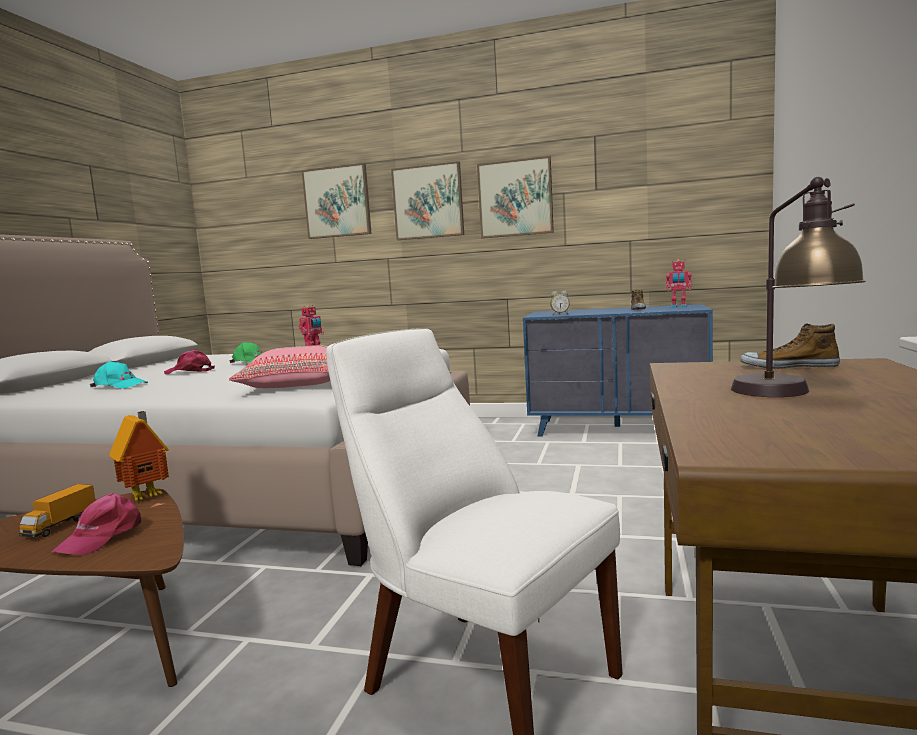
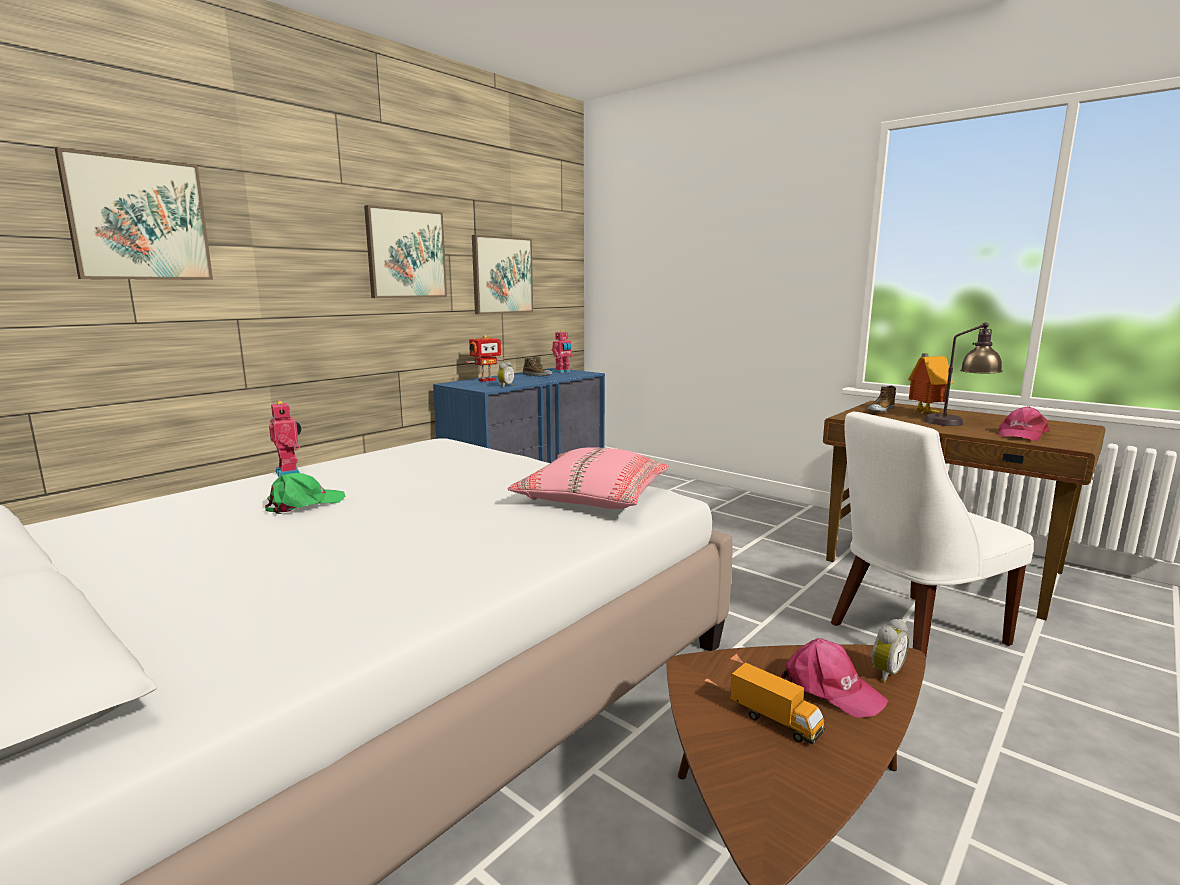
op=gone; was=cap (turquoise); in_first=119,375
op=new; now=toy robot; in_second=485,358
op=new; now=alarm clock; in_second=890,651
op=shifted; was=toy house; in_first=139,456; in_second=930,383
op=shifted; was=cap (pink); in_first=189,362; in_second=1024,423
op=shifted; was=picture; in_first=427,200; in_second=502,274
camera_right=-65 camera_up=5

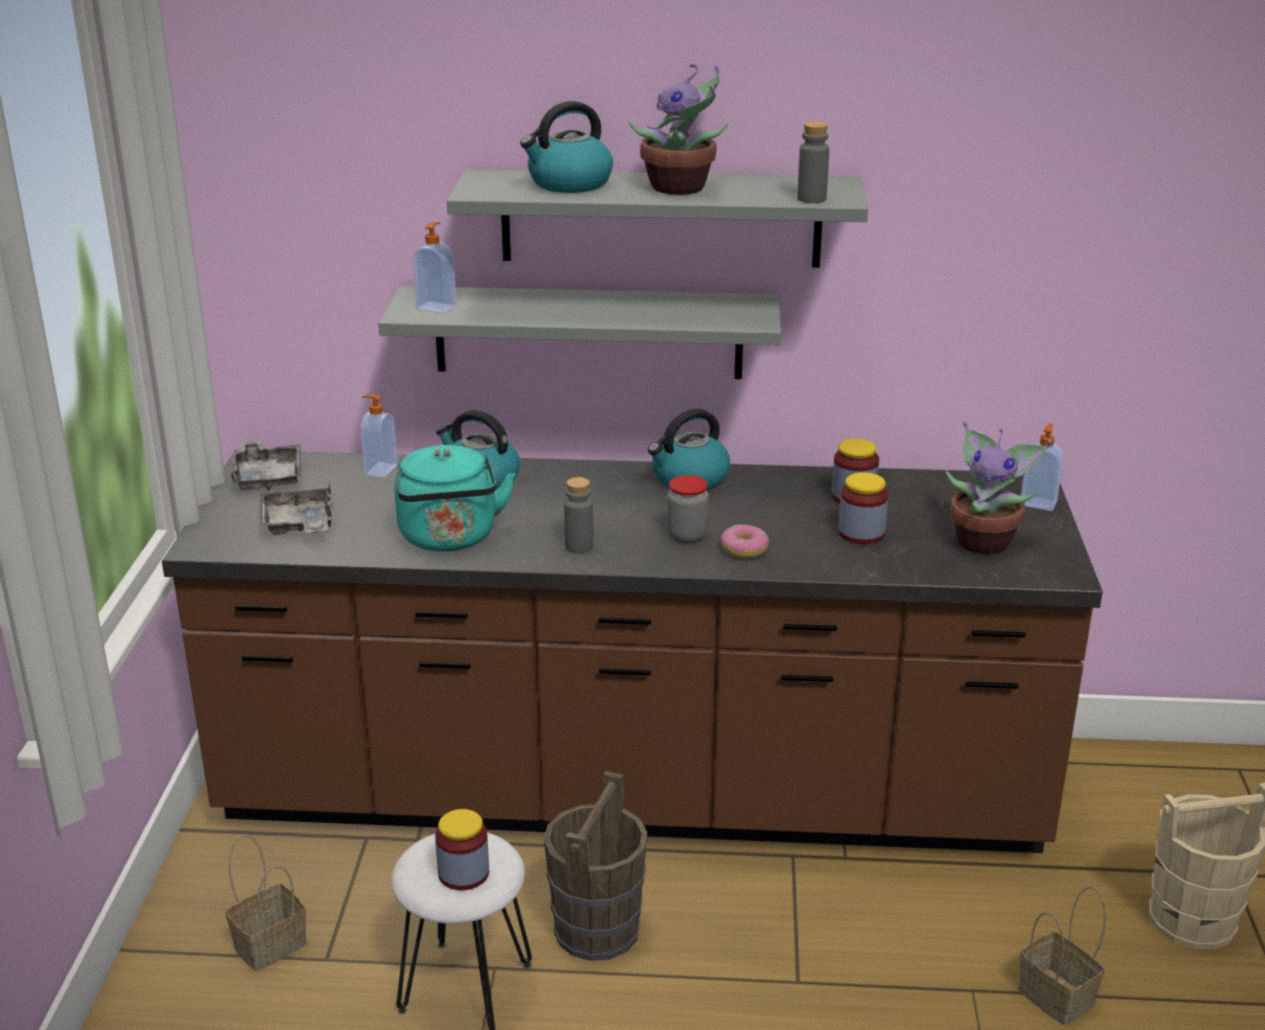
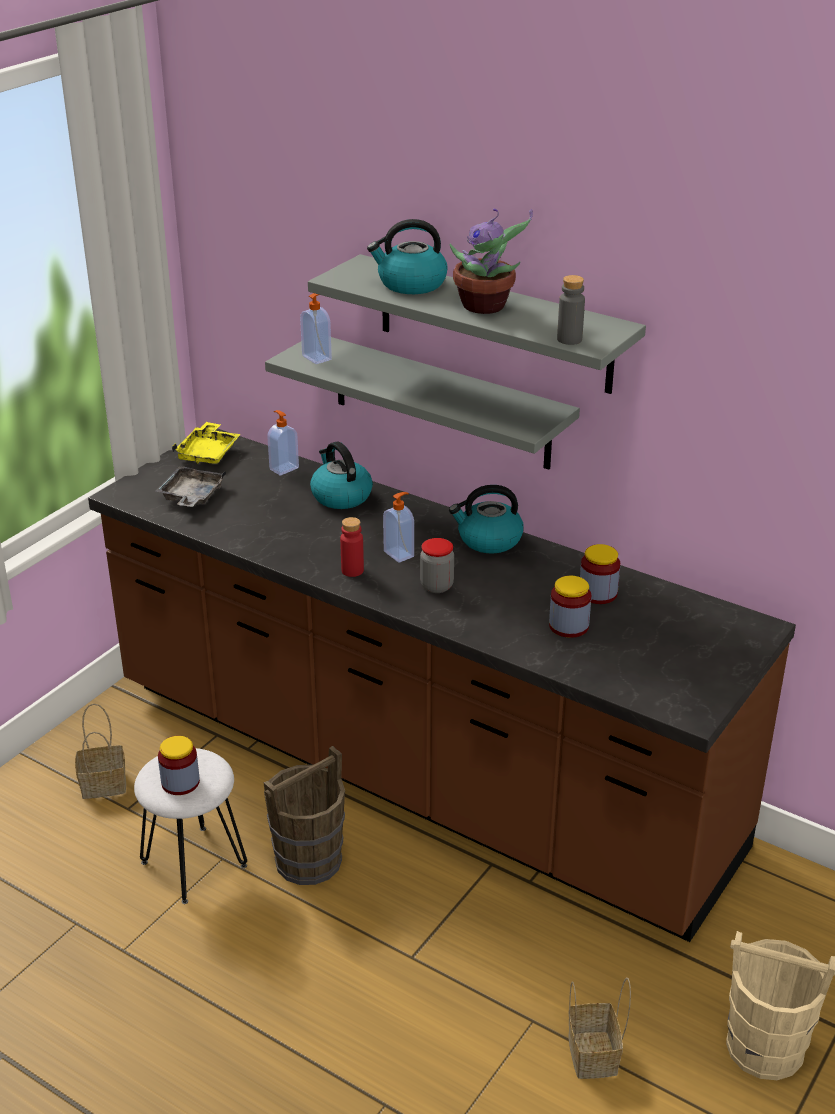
op=gone; was=kettle (turquoise); in_first=455,498
op=gone; was=donut; in_first=745,541
op=gone; was=potted plant; in_first=998,487
op=shifted; was=soap dispenser; in_first=1042,467; in_second=398,527
op=repainted; was=tray (grey); now=tray (yellow); in_first=266,465; in_second=206,443
op=repainted; was=bottle (grey); now=bottle (red); in_first=578,515; in_second=352,547
camera_right=30 camera_up=5

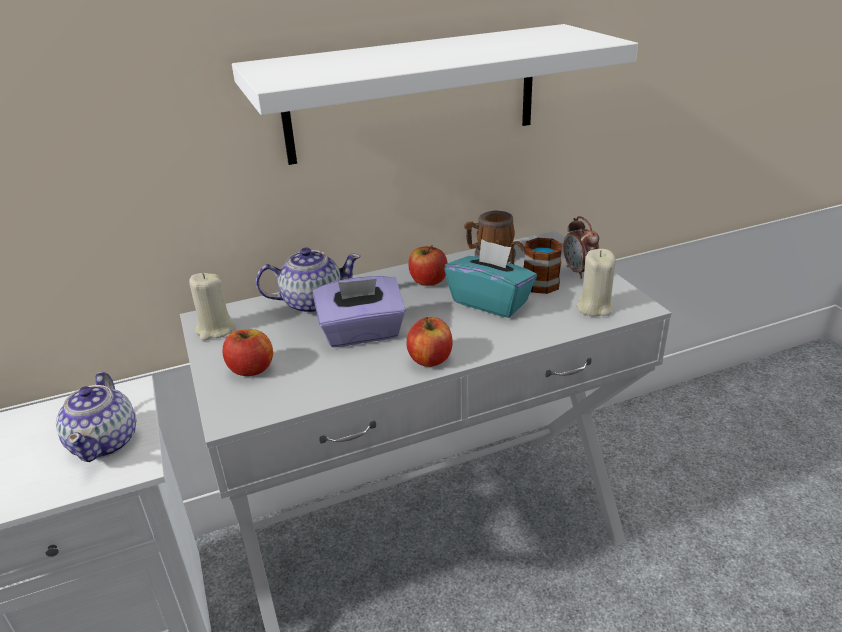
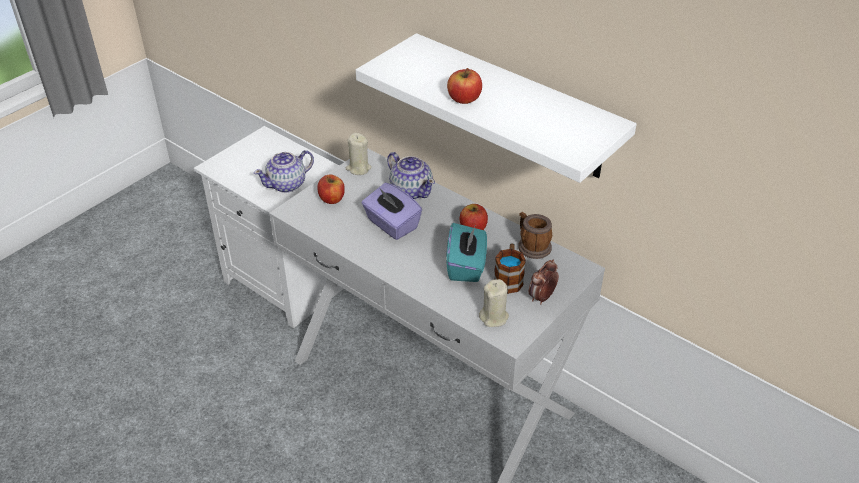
op=shifted; was=apple; in_first=429,342; in_second=464,86
camera_right=60 camera_up=10

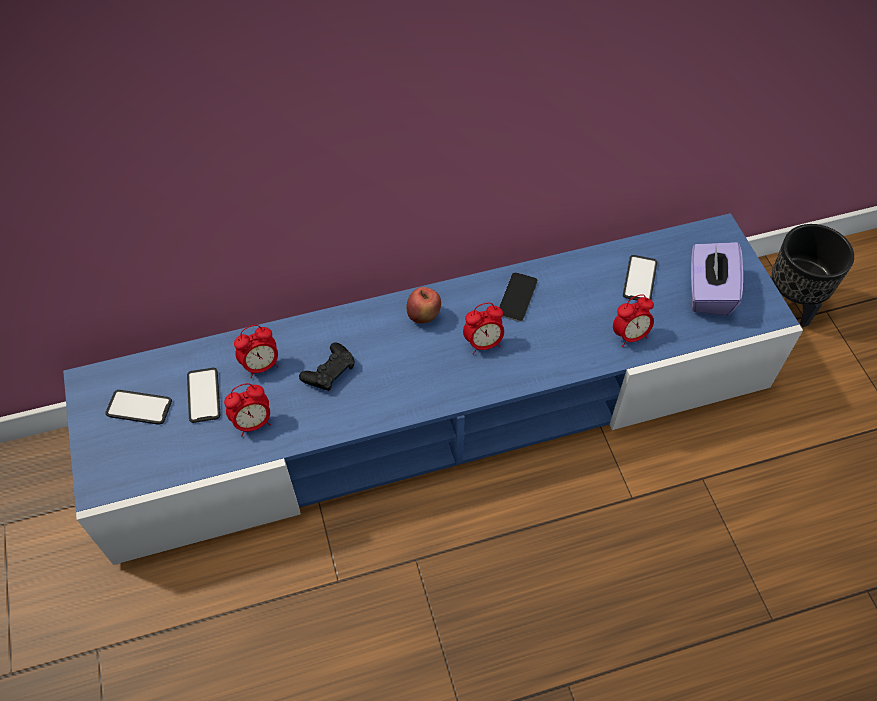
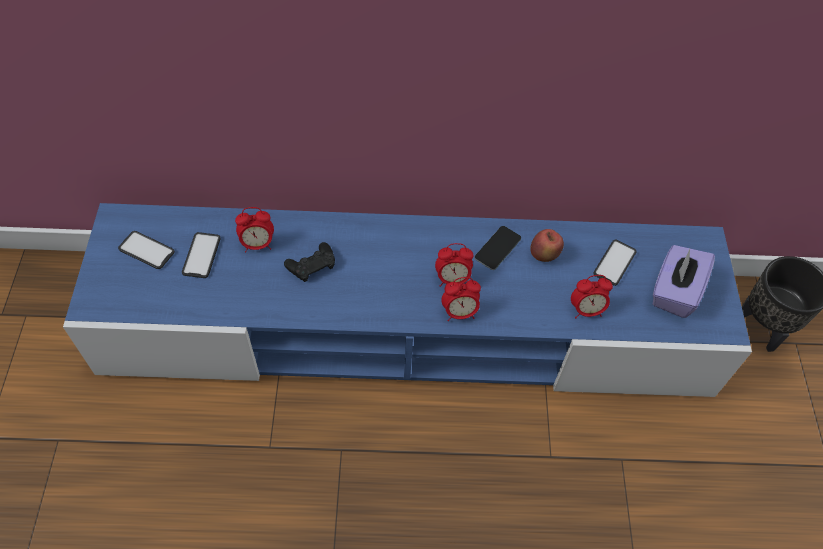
op=shifted; was=alarm clock; in_first=247,409; in_second=461,299
op=shifted; was=apple; in_first=424,305; in_second=547,245
camera_right=15 camera_up=0

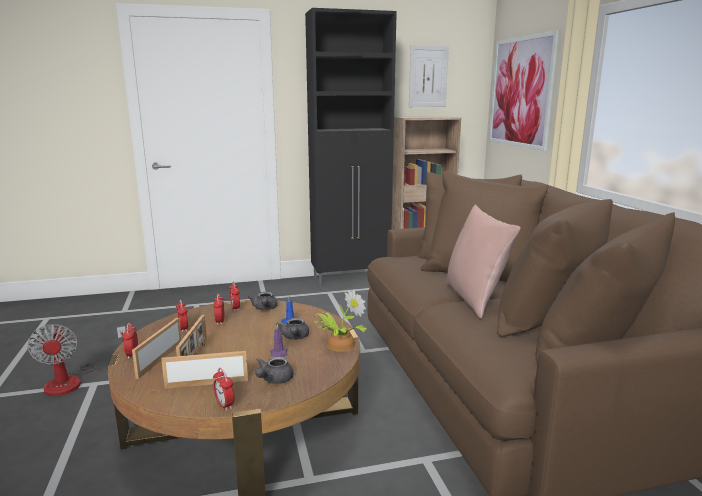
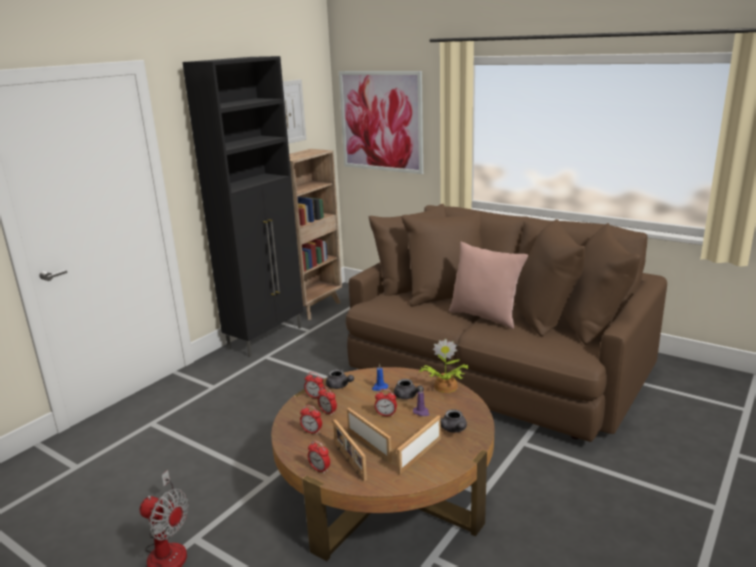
op=shifted; was=alarm clock; in_first=223,389; in_second=386,403
camera_right=-40 camera_up=5

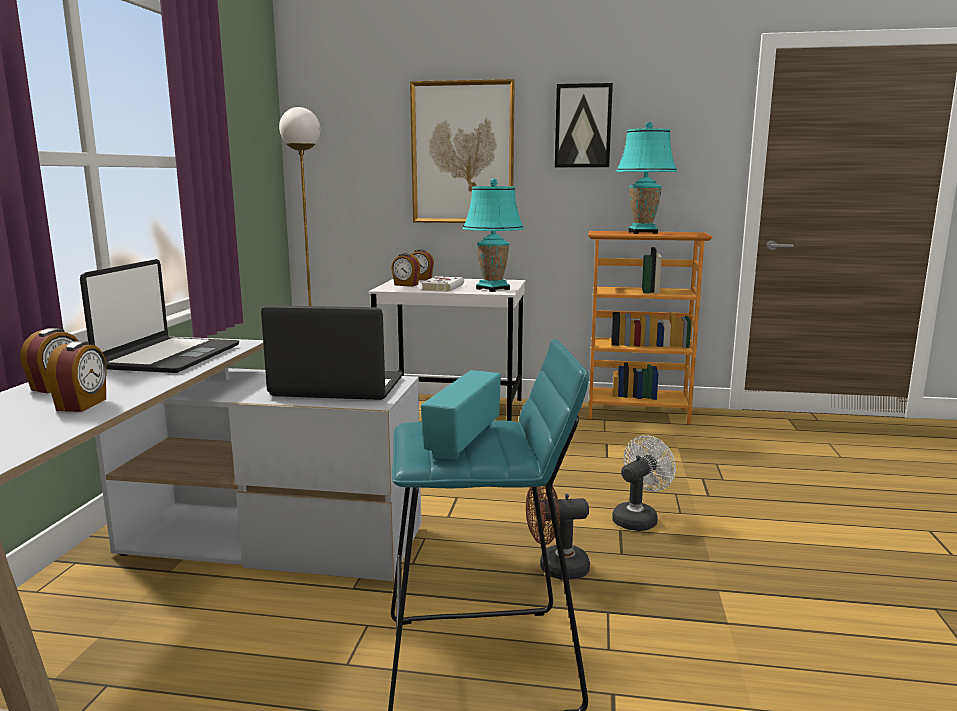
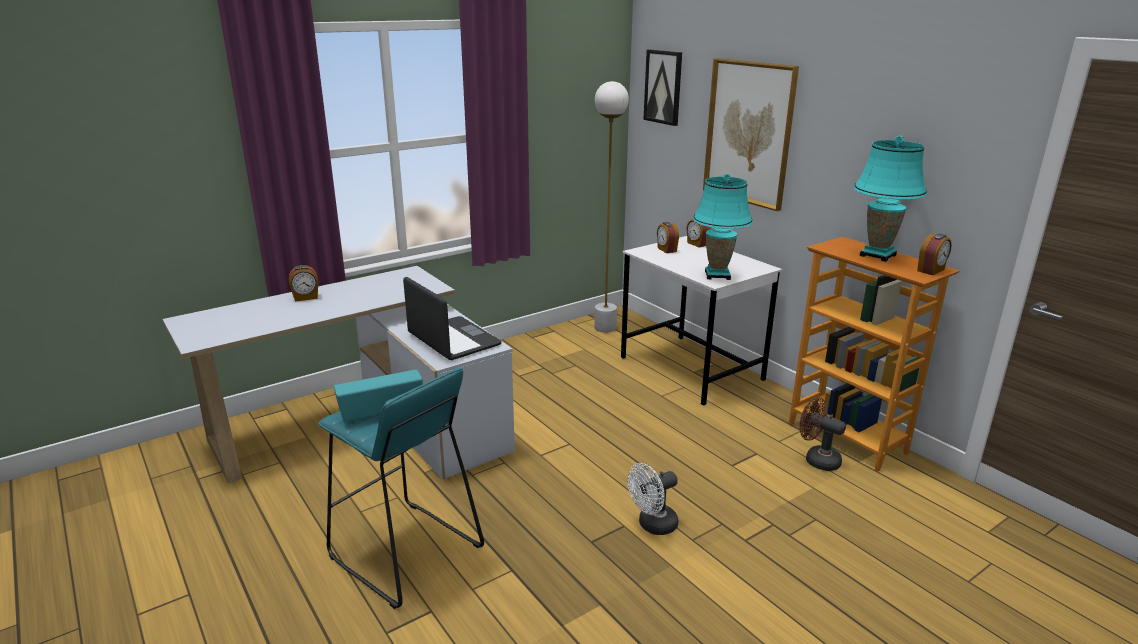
op=gone; was=laptop; in_first=159,316
op=gone; was=book (white); in_first=442,284
op=shifted; was=alarm clock; in_first=77,376; in_second=934,254
op=shifted; was=fan (brown); in_first=558,533; in_second=823,434
op=shifted; was=picture; in_first=584,125; in_second=662,87
op=rotated; was=fan (white); in_first=644,483; in_second=653,499; clockwise=150
camera_right=45 camera_up=10

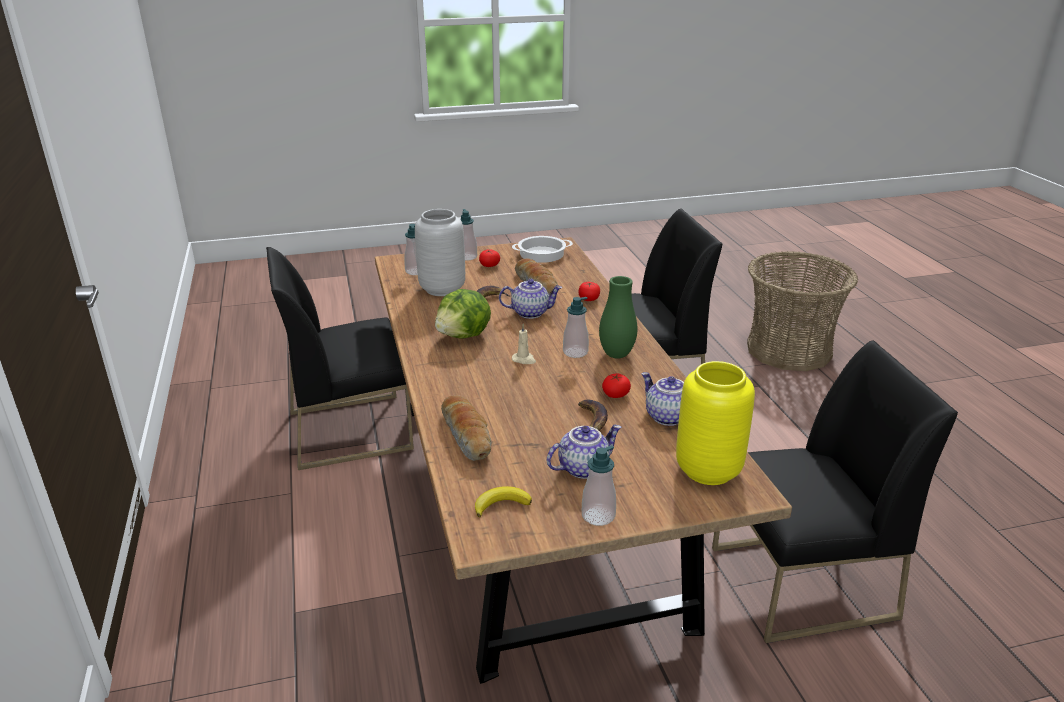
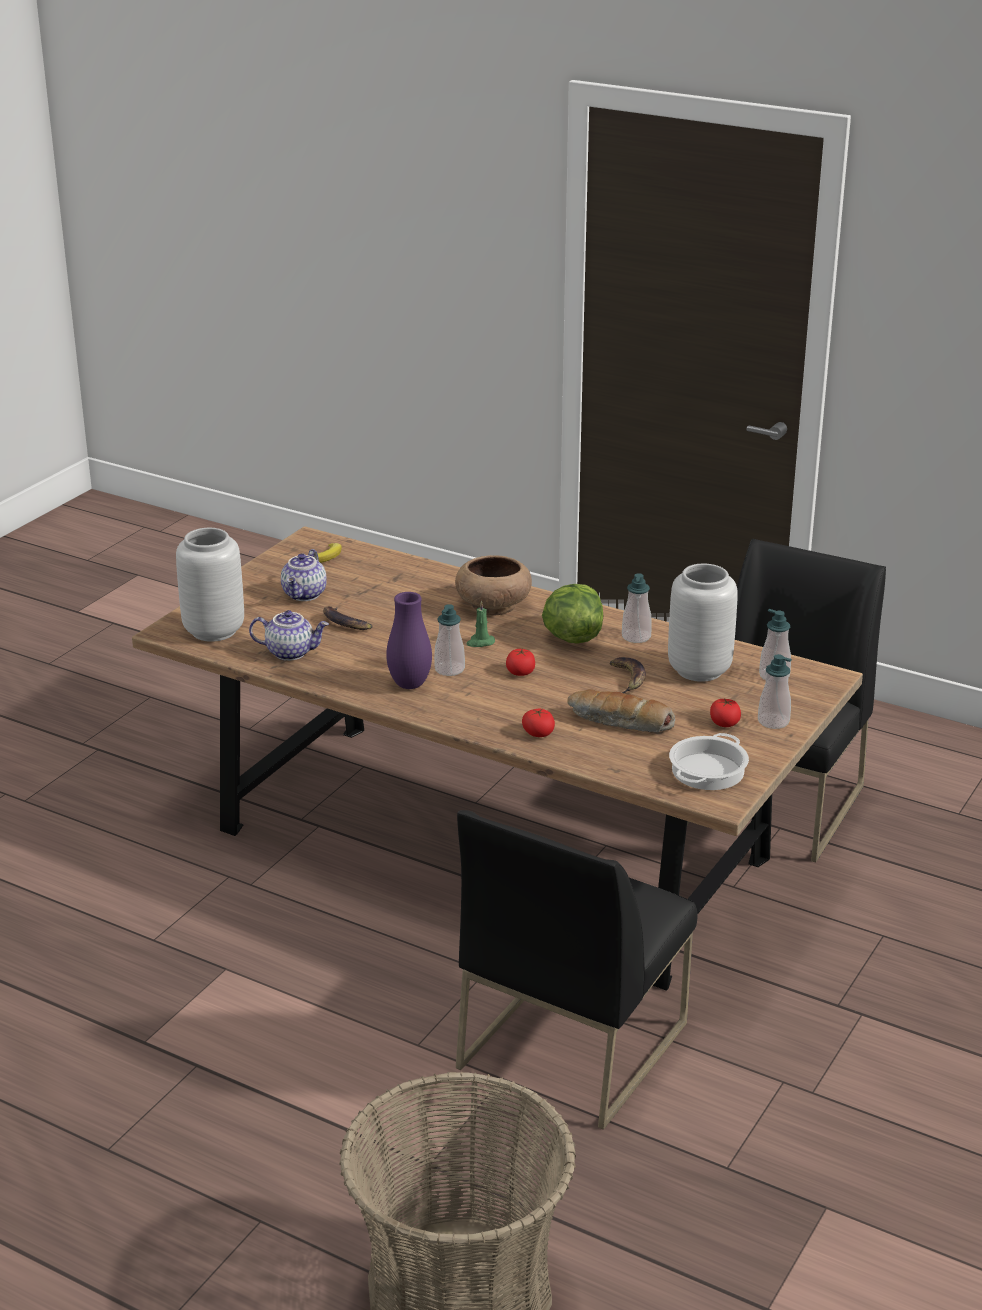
op=gone; was=bread; in_first=466,428
op=gone; was=teapot; in_first=530,299
op=gone; was=chair (black); in_first=835,491
op=new; now=bowl (brown); in_second=493,585
op=shifted; was=soap dispenser; in_first=599,485; in_second=637,608
op=shifted; was=tomato; in_first=616,385; in_second=520,662
op=repainted; was=candle (beige); now=candle (green); in_first=524,344; in_second=480,624
op=repainted; was=vase (green); now=vase (purple); in_first=618,317; in_second=409,640
op=repainted; was=vase (yellow); now=vase (grey); in_first=715,423; in_second=210,585
camera_right=135 camera_up=0

